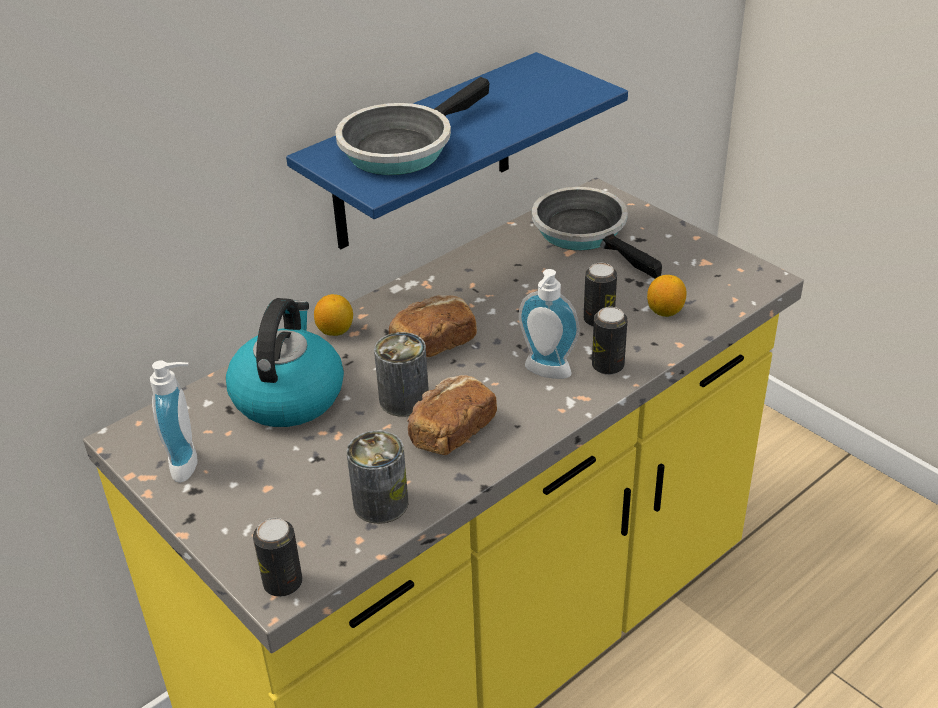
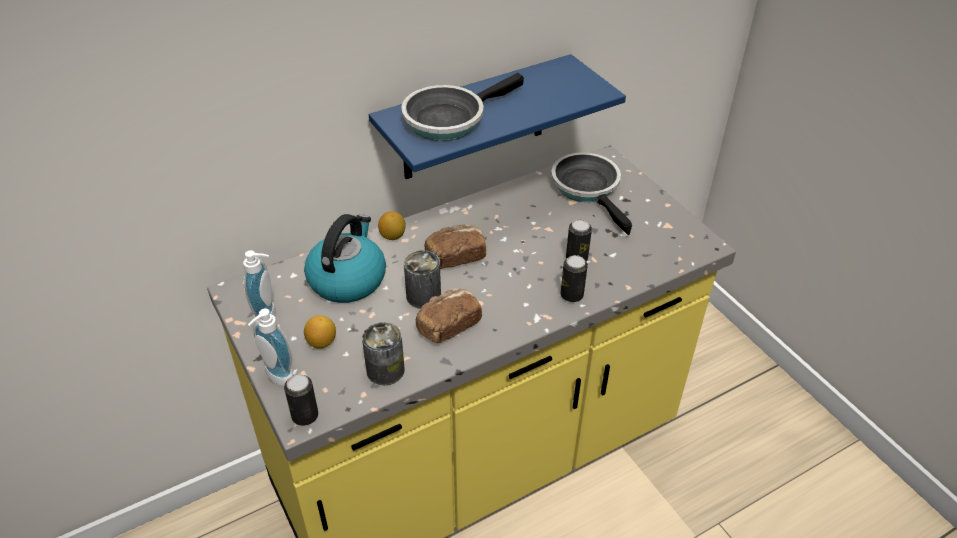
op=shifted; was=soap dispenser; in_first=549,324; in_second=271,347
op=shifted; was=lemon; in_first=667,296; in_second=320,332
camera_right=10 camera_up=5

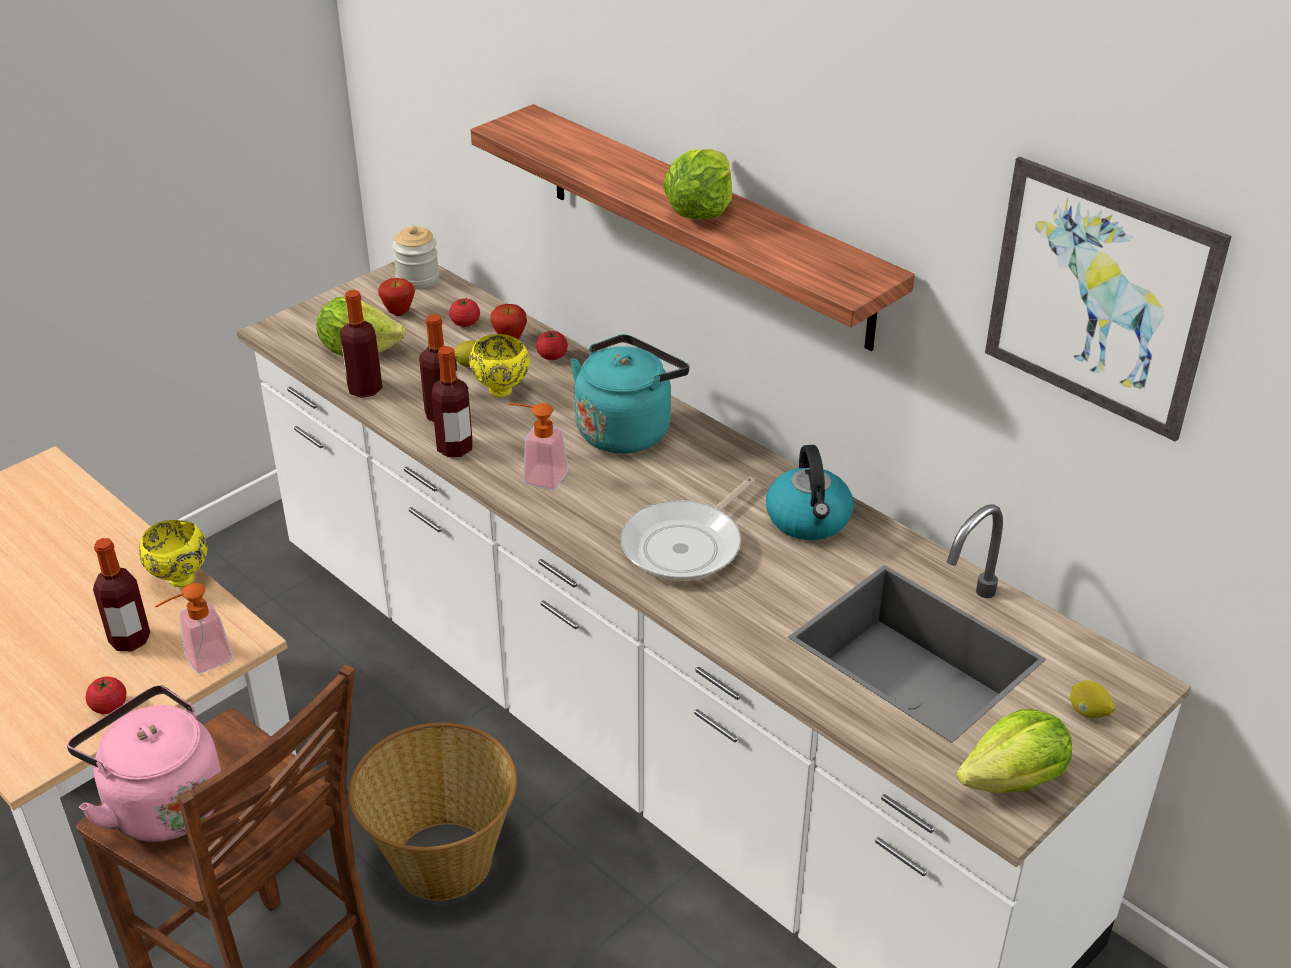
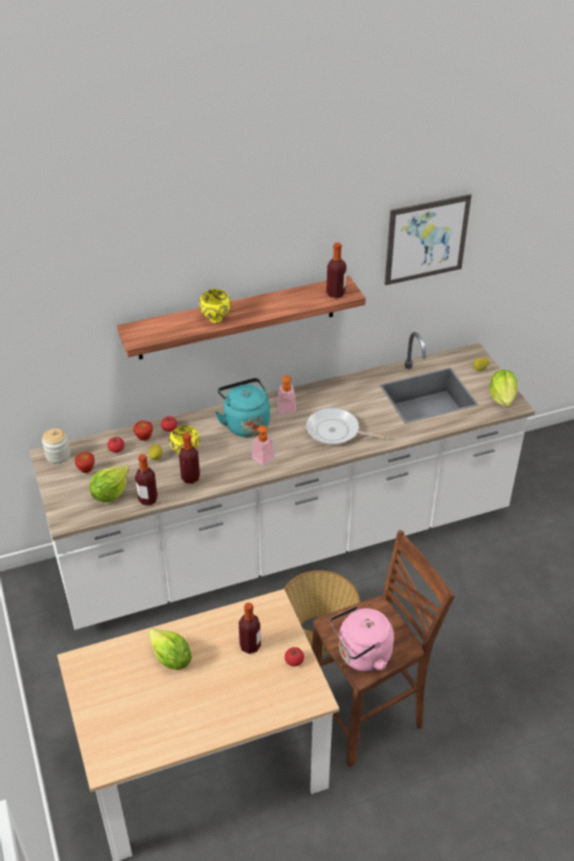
op=gone; was=kettle; in_first=810,492
op=shifted; was=bowl (yellow); in_first=173,553; in_second=215,306
op=shifted; was=soap dispenser; in_first=194,628; in_second=286,395
op=shifted; was=bottle; in_first=452,401; in_second=336,270
op=shifted; was=lettuce; in_first=697,184; in_second=170,649
op=rotated; was=frying pan; in_first=687,529; in_second=347,426; clockwise=135
camera_right=-65 camera_up=5

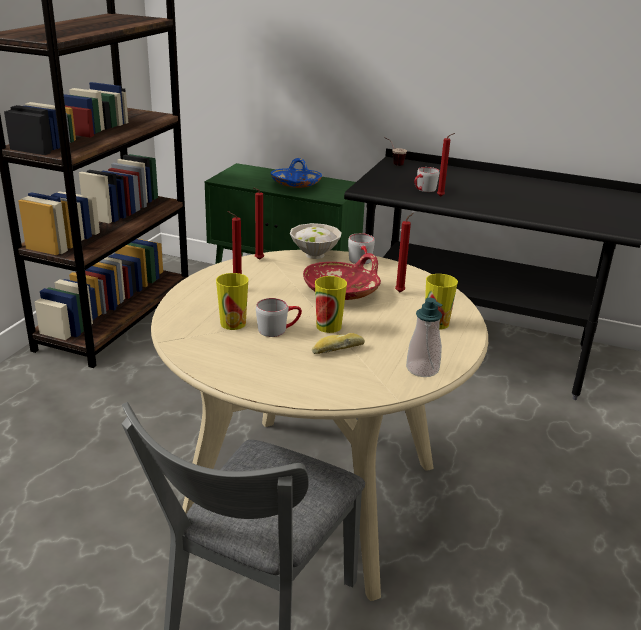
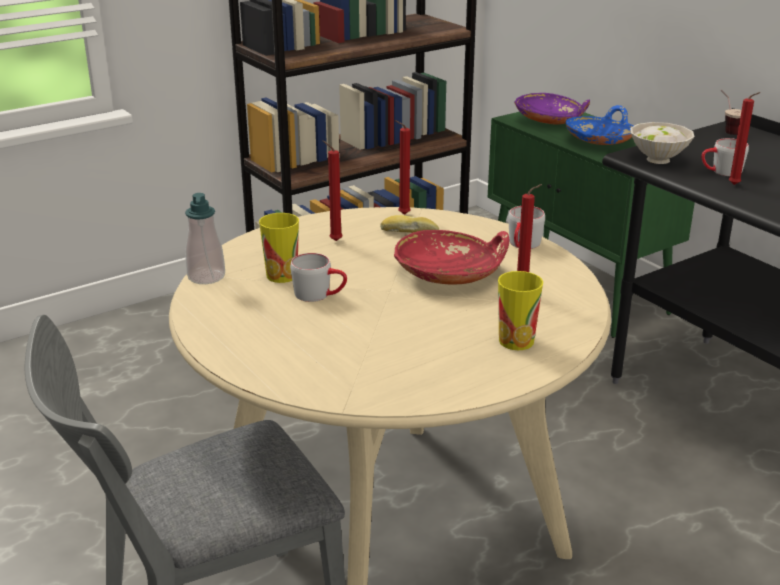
op=gone; was=cup; in_first=331,304
op=new; now=bowl (purple); in_second=552,108
op=shifted; was=bowl (white); in_first=315,241; in_second=662,143
op=shifted; was=bread; in_first=338,343; in_second=409,224
op=shifted; was=soap dispenser; in_first=424,337; in_second=205,238
camera_right=35 camera_up=0

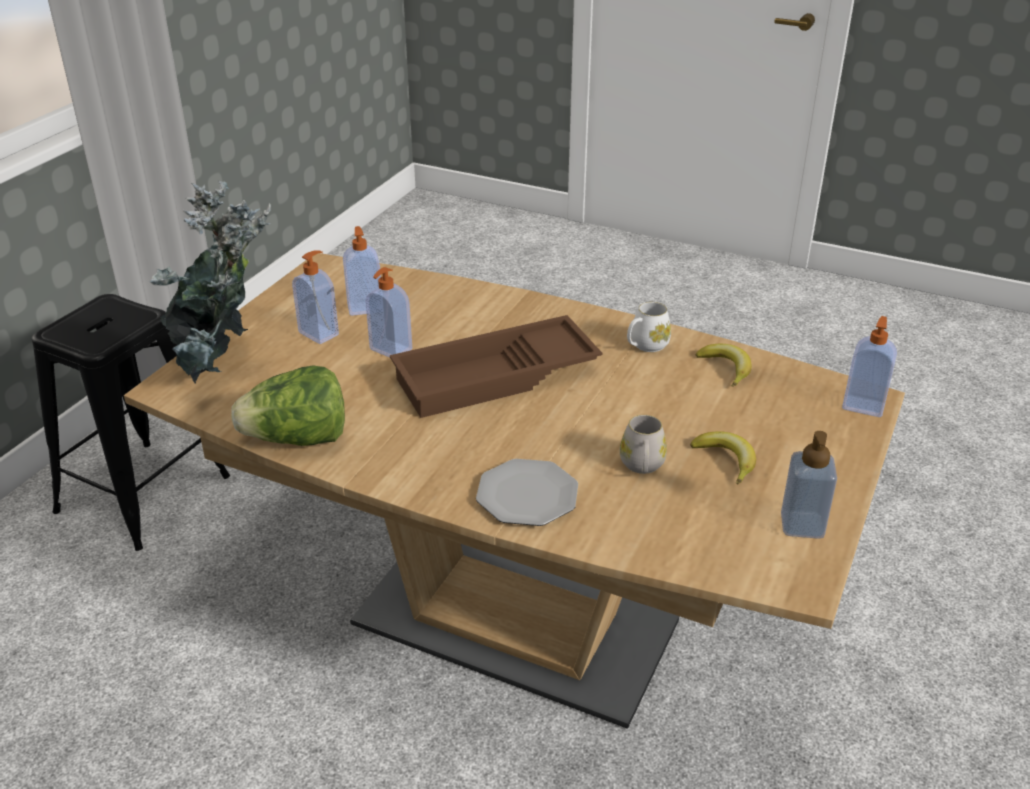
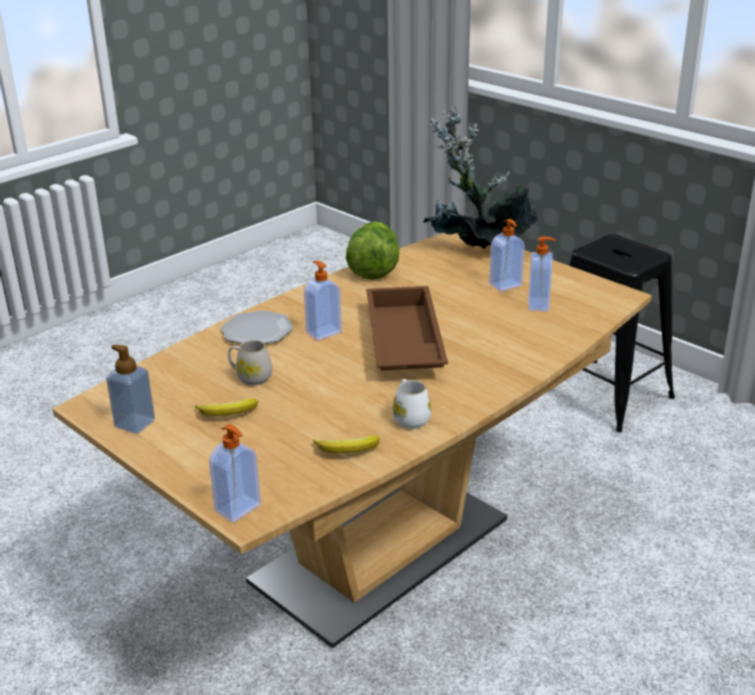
op=shifted; was=soap dispenser; in_first=388,312; in_second=323,300
camera_right=110 camera_up=-5

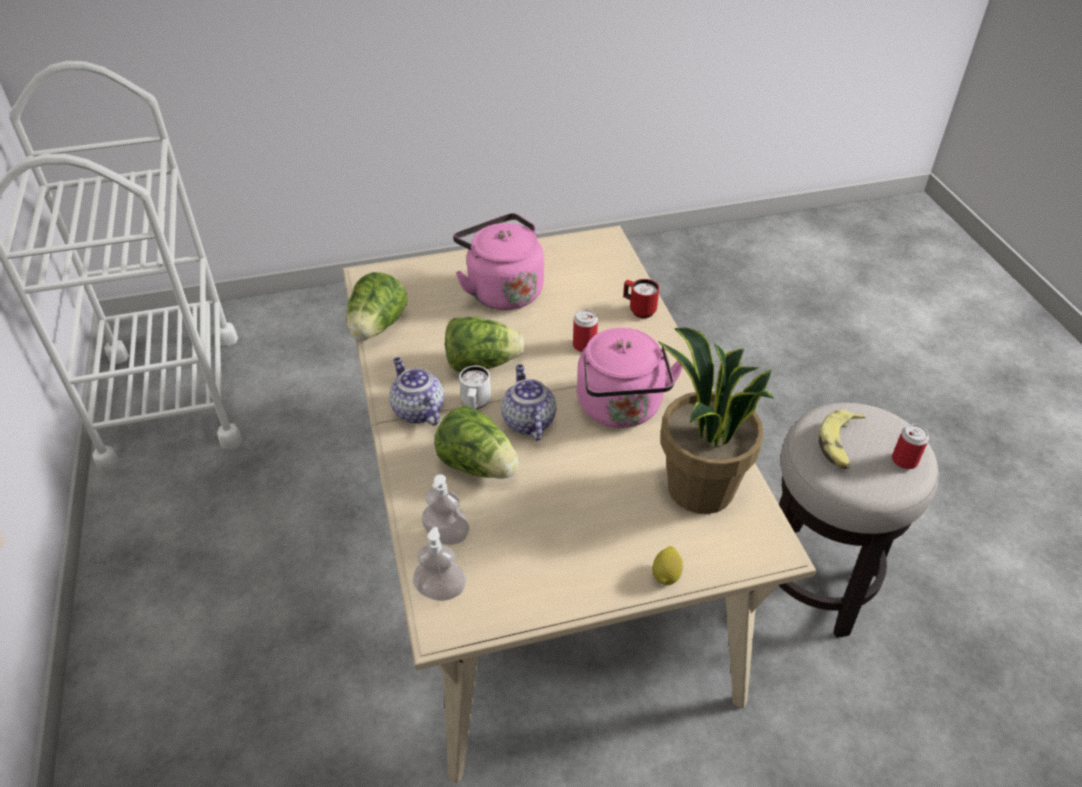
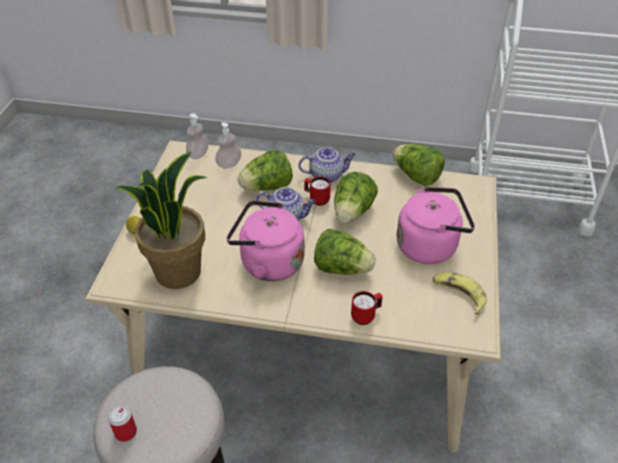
op=shifted; was=banana; in_first=841,439; in_second=459,293
op=swapped; was=can; now=lettuce; in_first=585,330; in_second=345,252
op=repainted; was=mug (white); now=mug (red); in_first=475,388; in_second=317,191
camera_right=115 camera_up=0

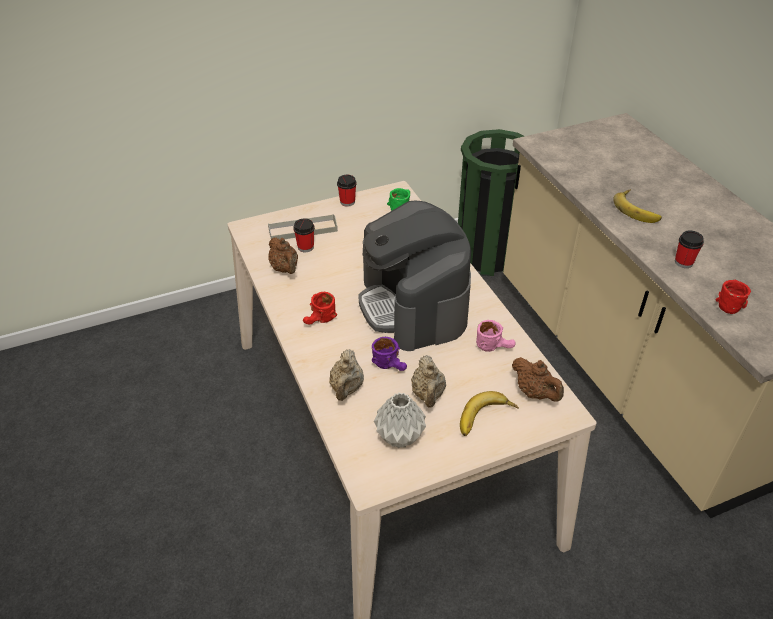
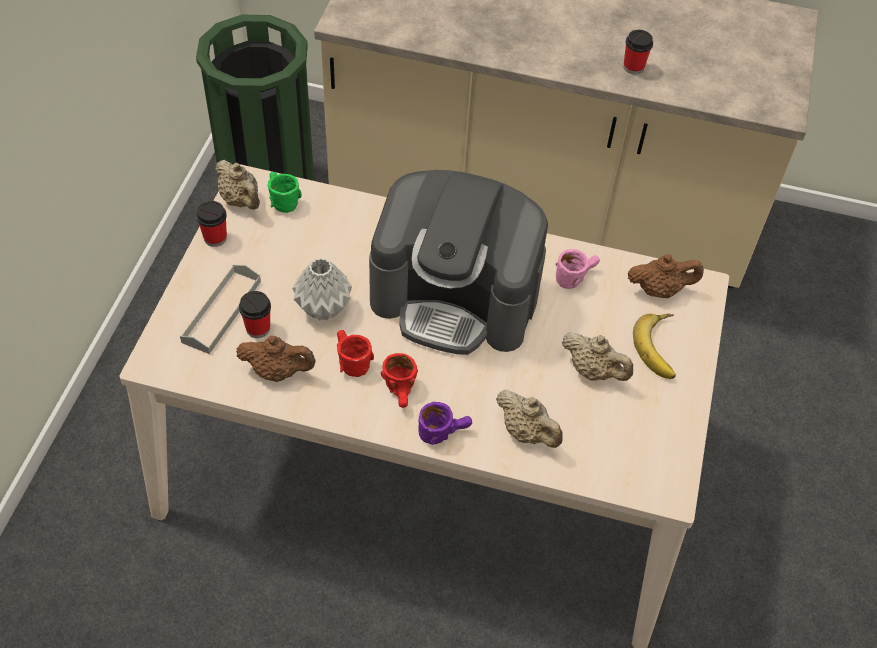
op=gone; was=banana; in_first=637,206
op=new; now=teapot (beige); in_second=237,185
op=shifted; was=mug (purple); in_first=389,354; in_second=445,423
op=shifted; was=vase (grey); in_first=400,420; in_second=322,289
op=shifted; was=mug (red); in_first=733,297; in_second=355,353
camera_right=-55 camera_up=10

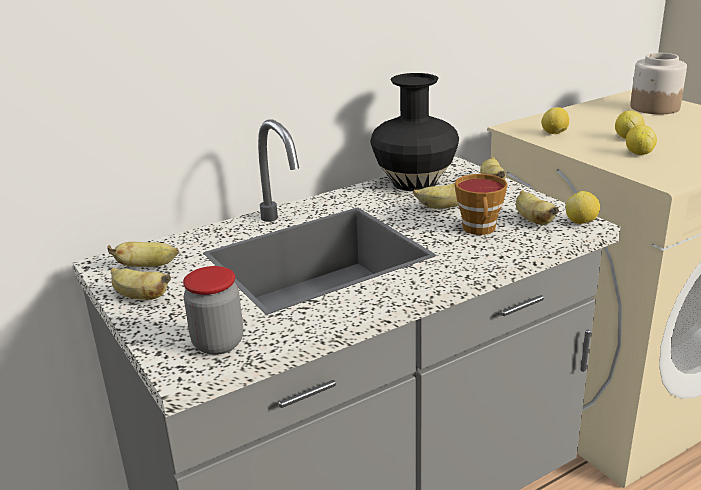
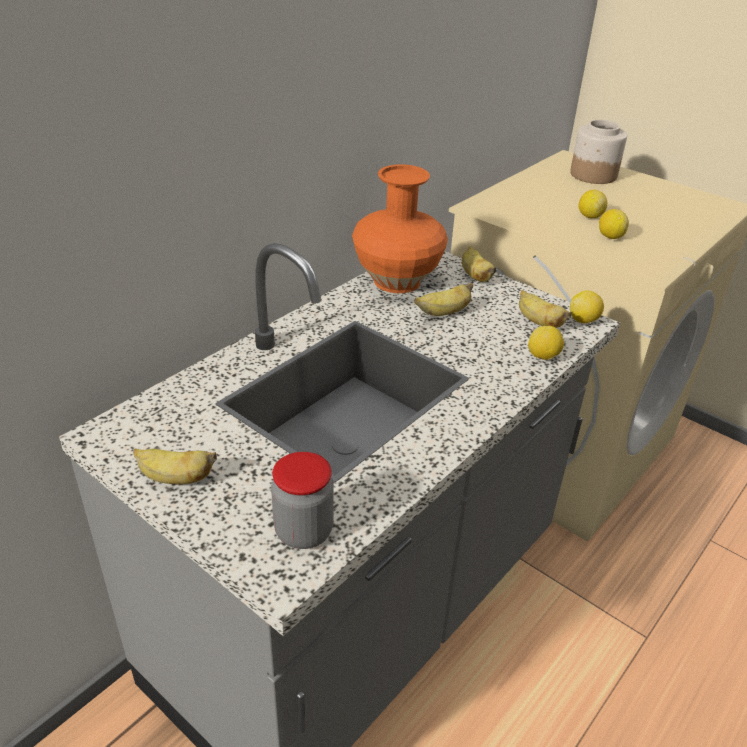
op=gone; was=banana; in_first=143,254
op=gone; was=cup; in_first=481,204
op=shifted; was=lemon; in_first=555,120; in_second=546,343
op=repainted; was=vase (black); now=vase (orange); in_first=414,132; in_second=400,228
camera_right=-20 camera_up=10

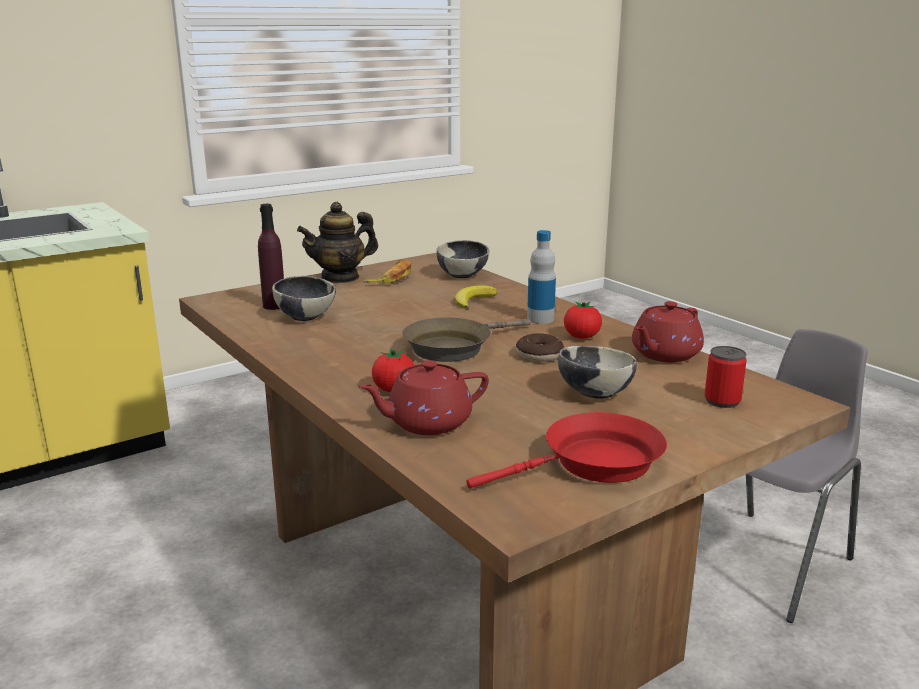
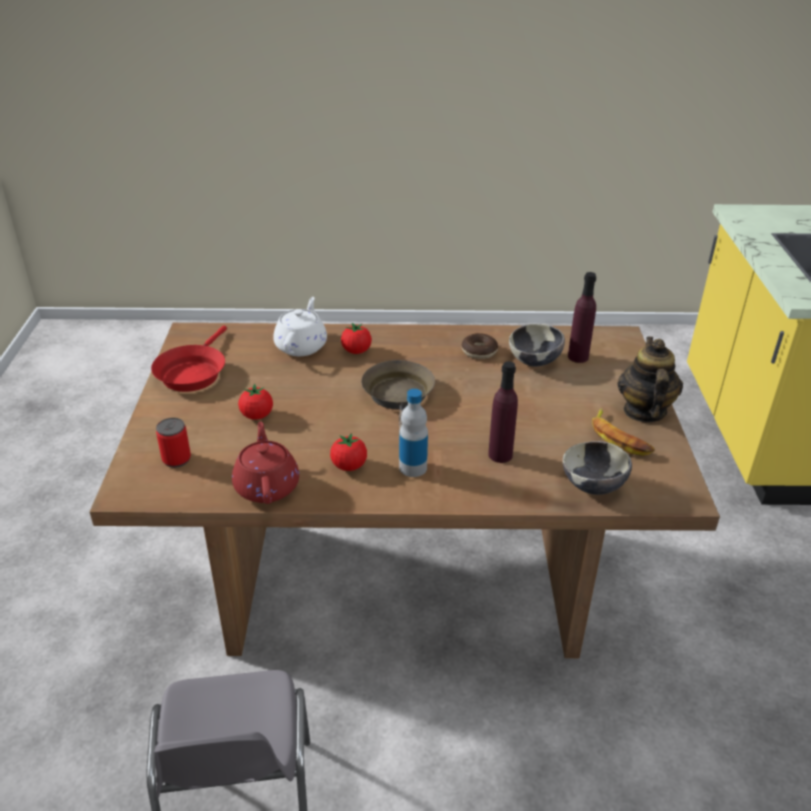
op=shifted; was=donut; in_first=540,347; in_second=479,346
op=swapped; was=banana; now=bottle (purple); in_first=476,297; in_second=503,412
op=swapped; was=bowl; now=tomato; in_first=597,372; in_second=255,402
op=repainted; was=teapot (red); now=teapot (white); in_first=424,397; in_second=300,326
camera_right=125 camera_up=15

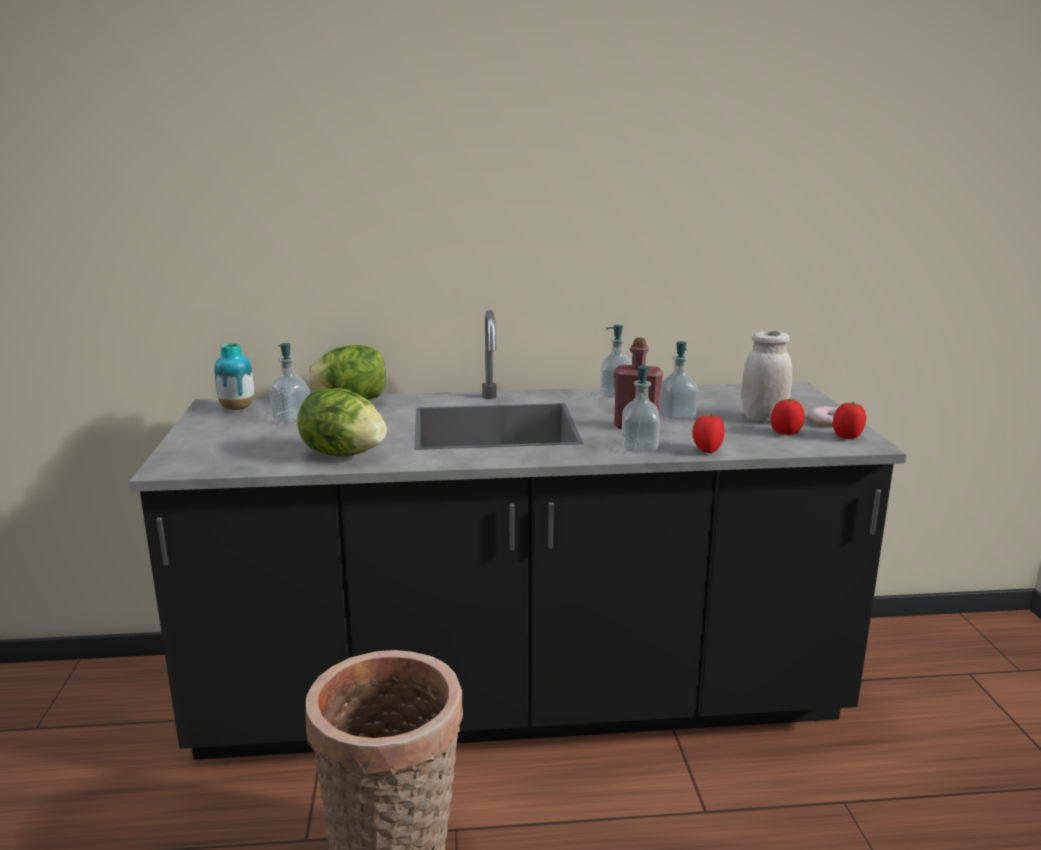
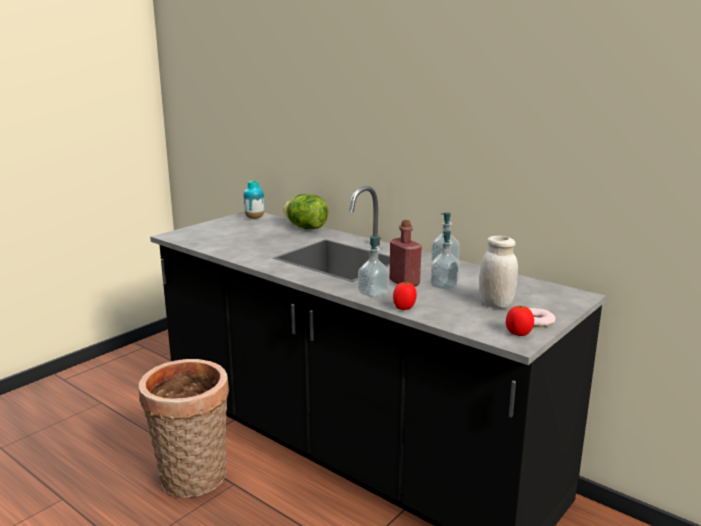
op=gone; was=soap dispenser; in_first=289,383
op=gone; was=lettuce; in_first=342,422
op=gone; was=tomato; in_first=788,416
camera_right=45 camera_up=0

